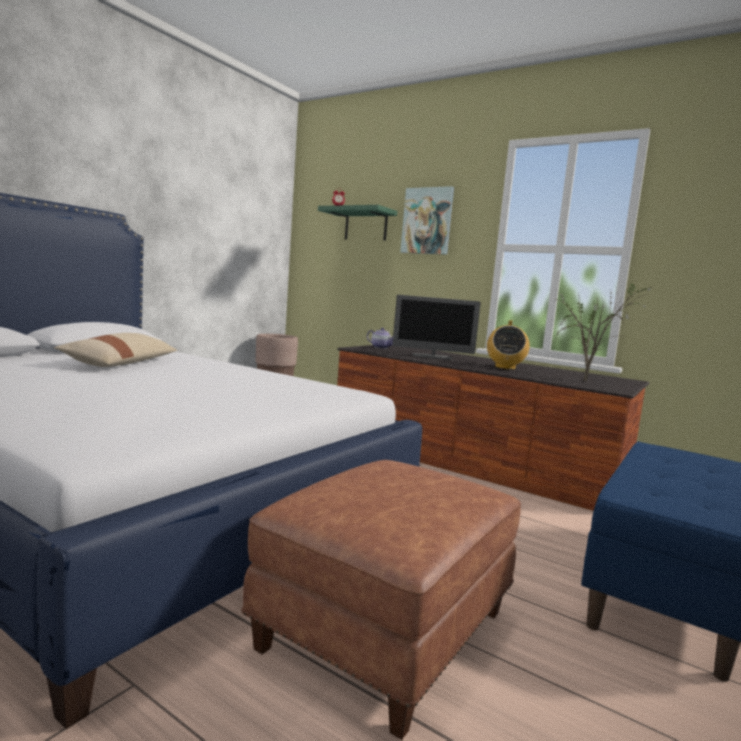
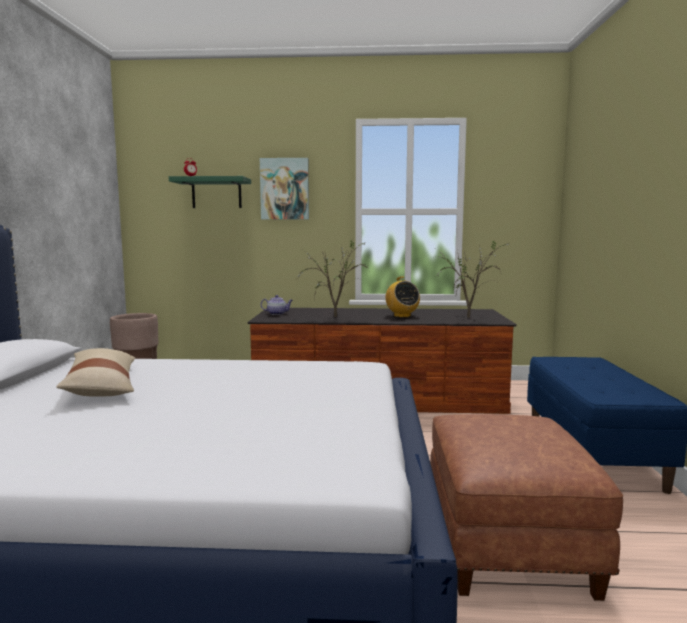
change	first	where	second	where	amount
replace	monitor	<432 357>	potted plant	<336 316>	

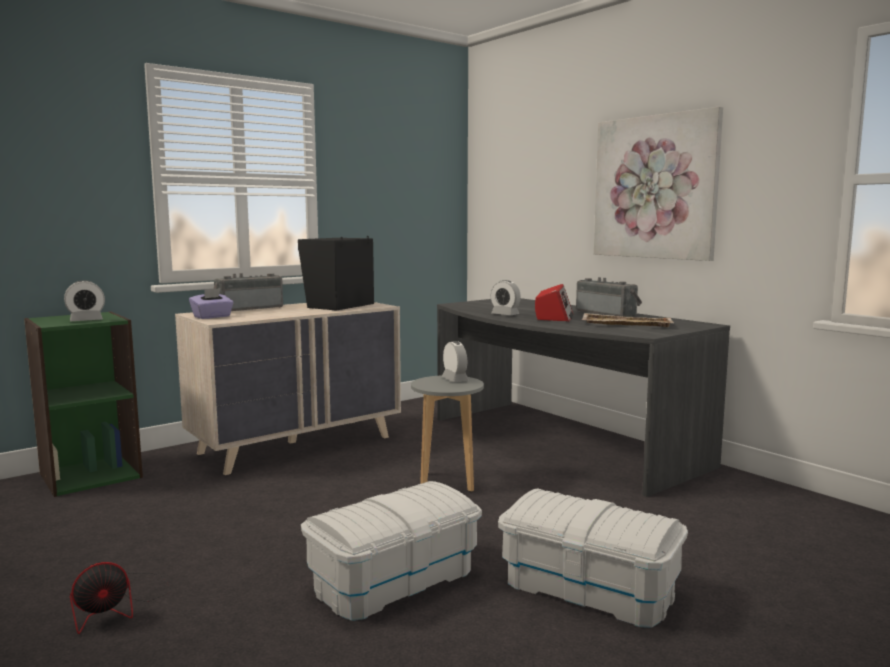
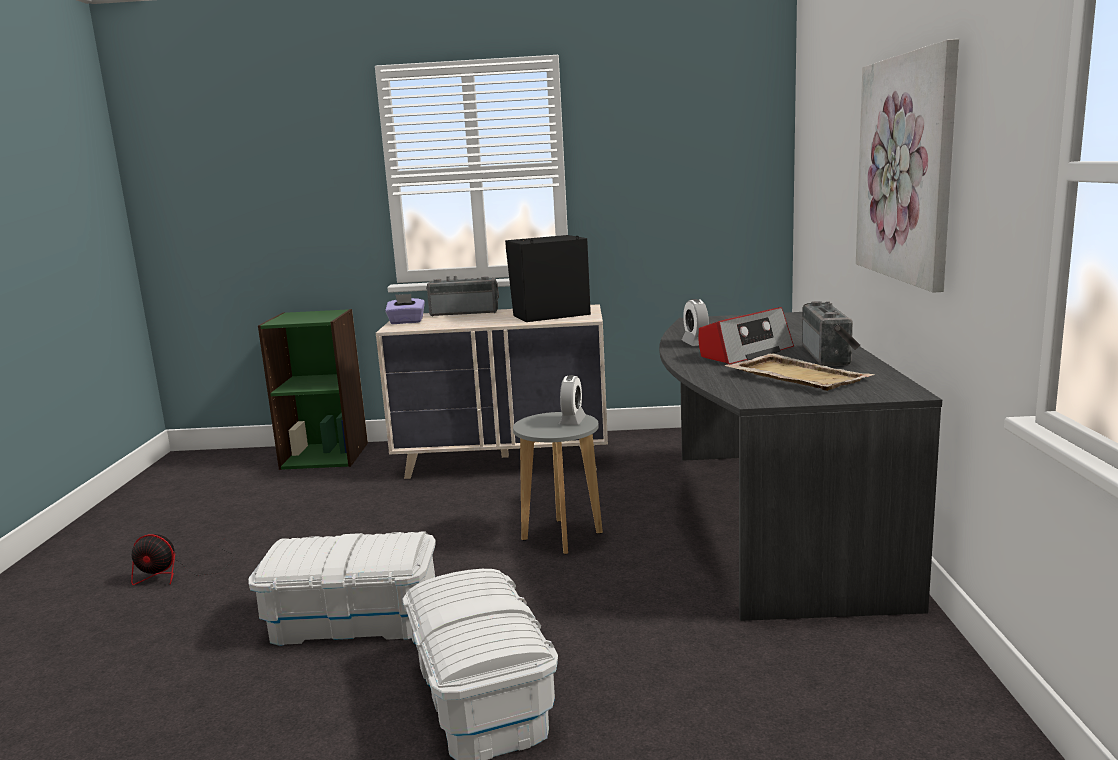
change	first	where	second	where	amount
delete	alarm clock	<86 320>			

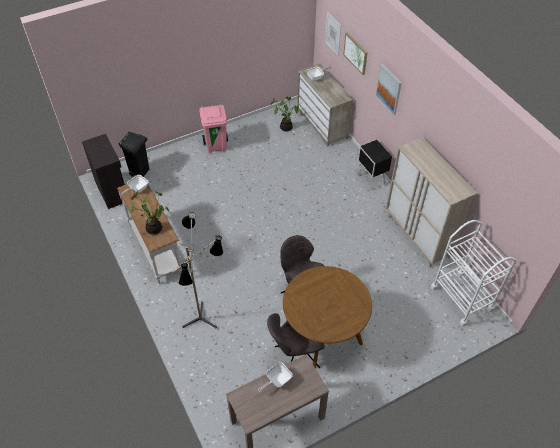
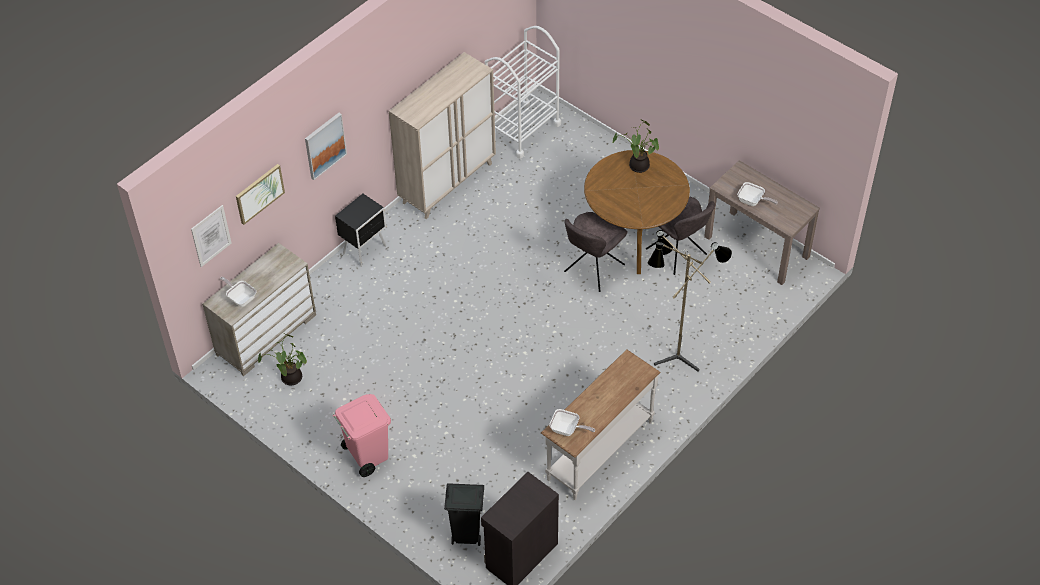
change	first	where	second	where	amount
move	potted plant	<154 227>		<637 166>	

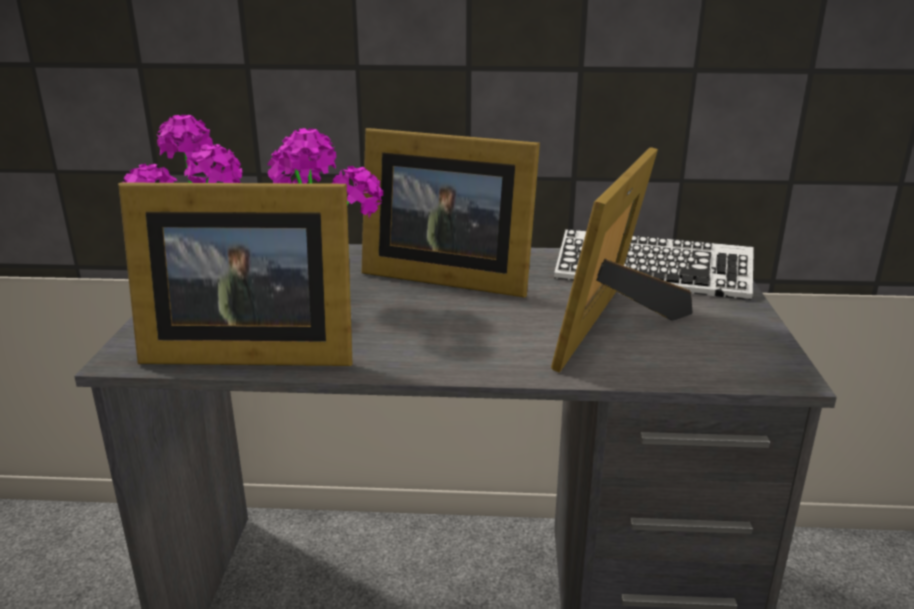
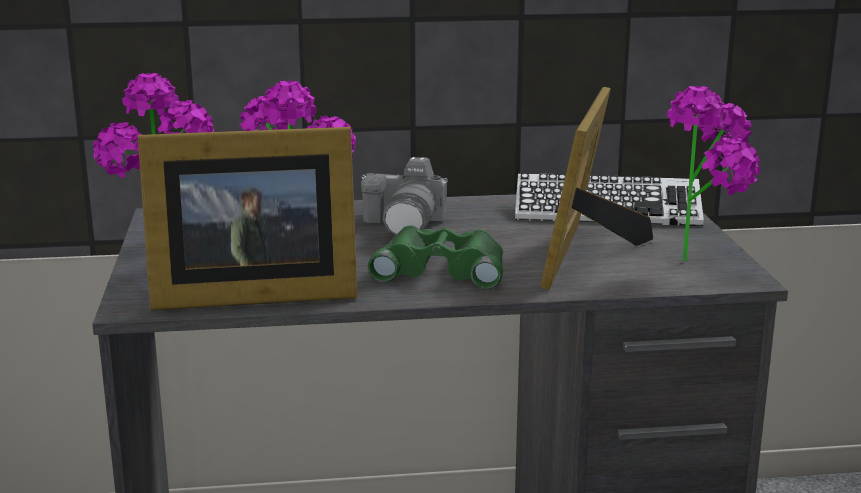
change	first	where	second	where	amount
replace	picture frame	<444 275>	photo camera	<406 223>	
insert			potted plant	<706 260>	
insert			binoculars (green)	<441 269>	

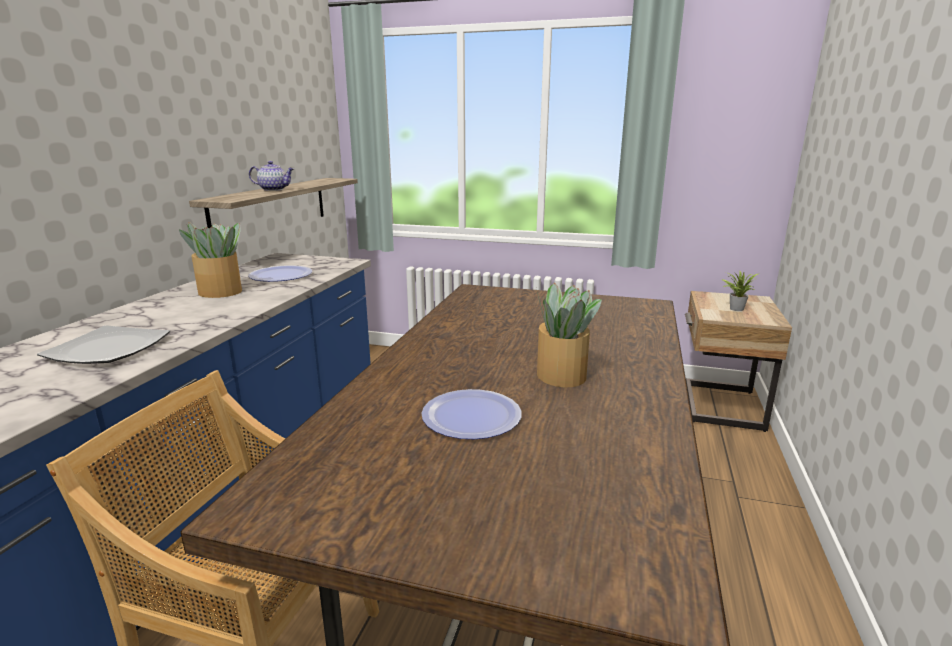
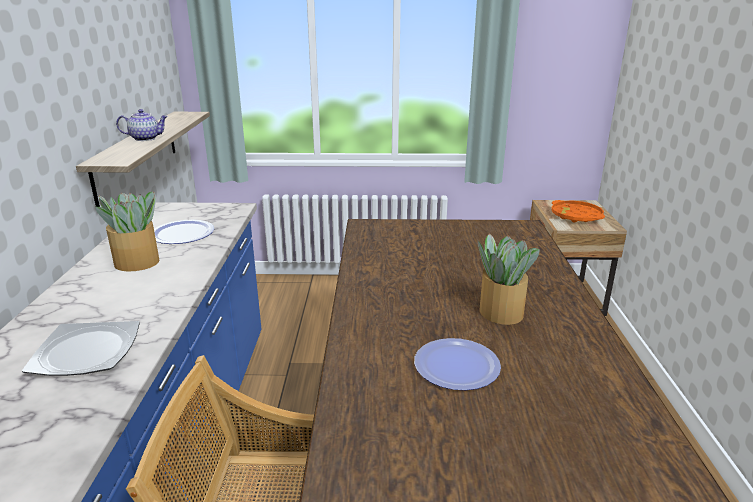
change	first	where	second	where	amount
replace	potted plant	<735 308>	tray (orange)	<576 216>	

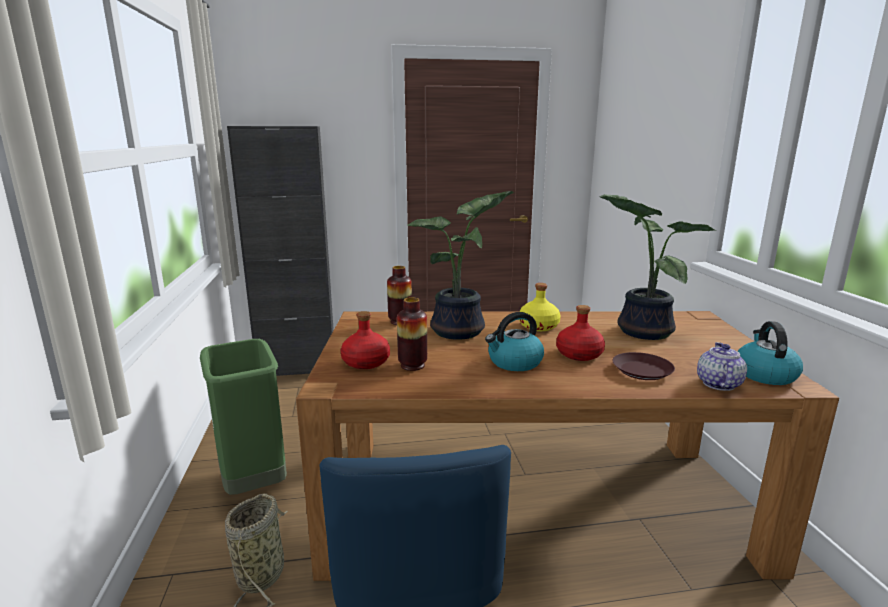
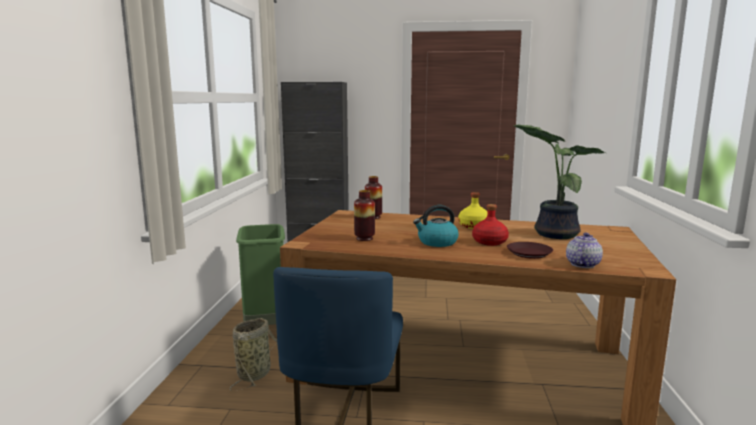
change	first	where	second	where	amount
delete	potted plant	<461 332>			
delete	bottle (red)	<366 362>			
delete	kettle	<764 374>			

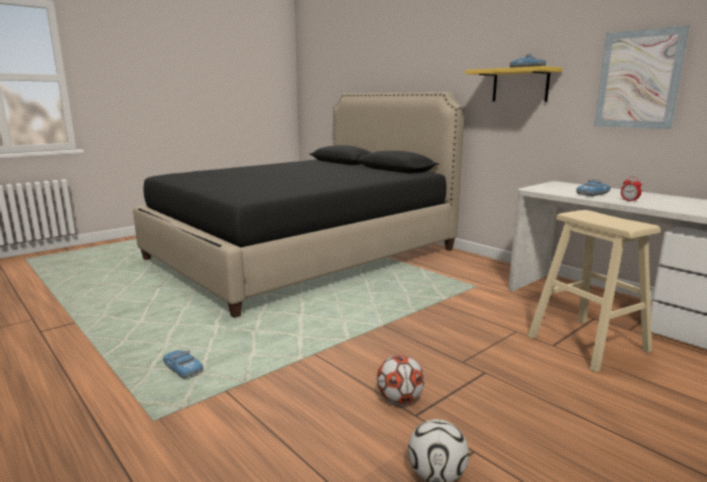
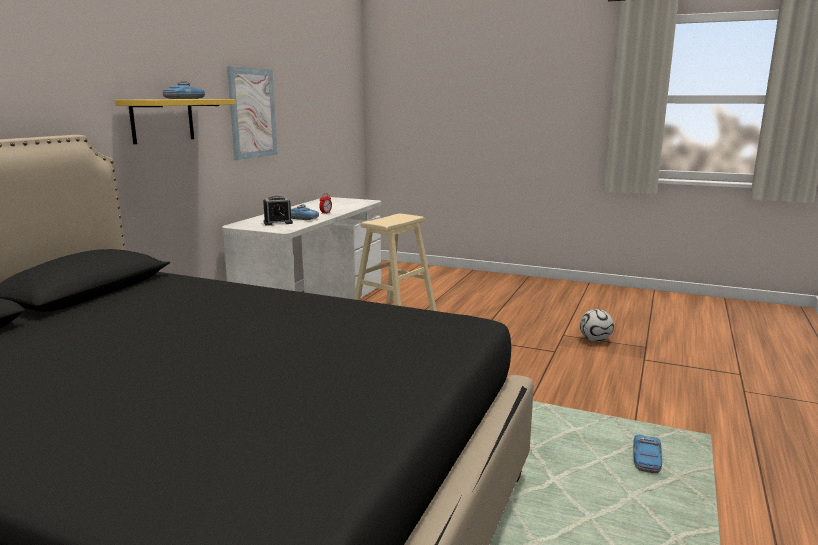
change	first	where	second	where	amount
delete	football	<399 399>			
insert			alarm clock	<278 222>	

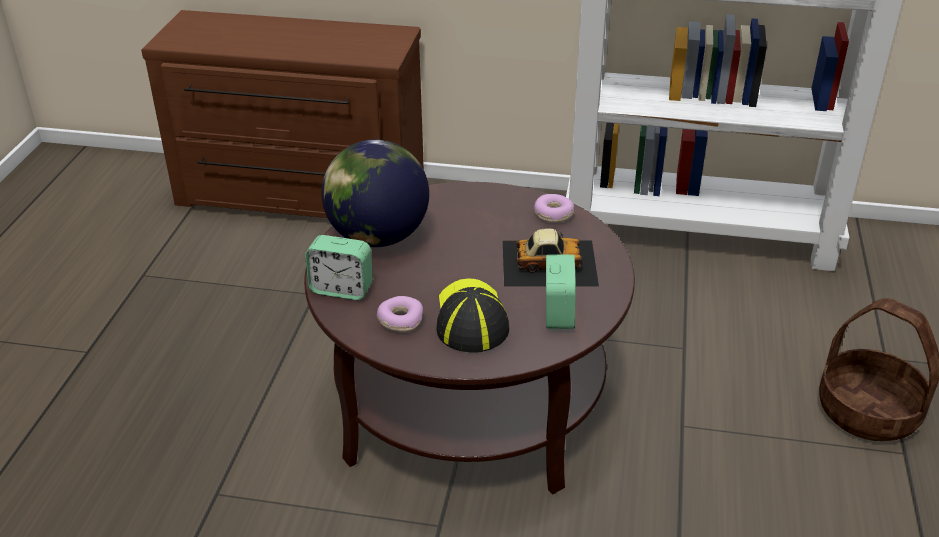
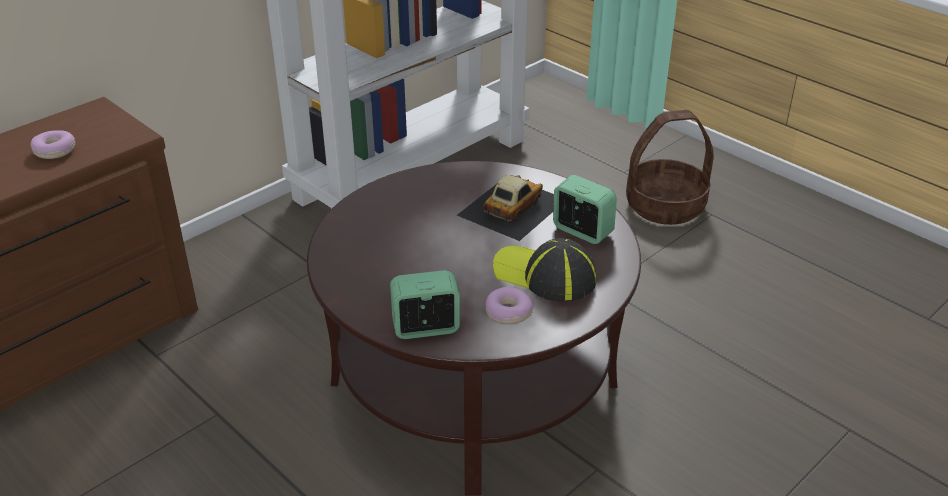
change	first	where	second	where	amount
delete	globe	<377 237>			
move	donut	<553 214>		<55 151>	
rotate	alarm clock	<341 289>		<426 328>	150 degrees counterclockwise

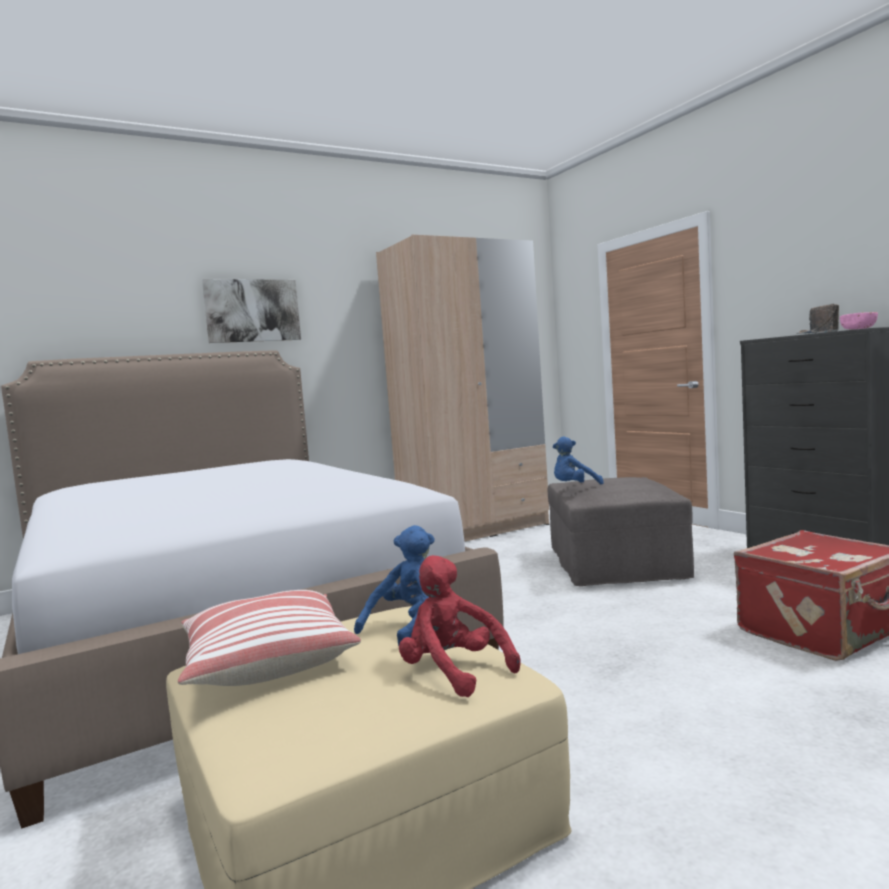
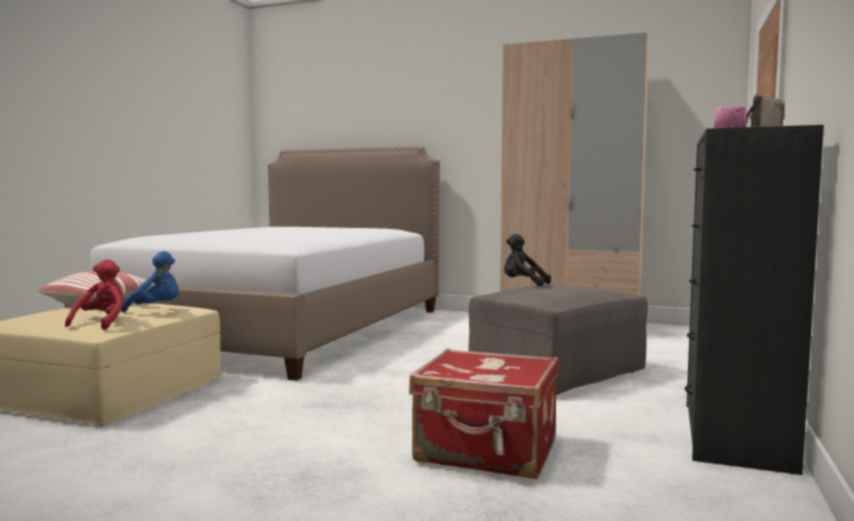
change	first	where	second	where	amount
delete	picture	<252 310>			
recolor	plush toy (blue)	<574 487>	plush toy (black)	<523 284>	

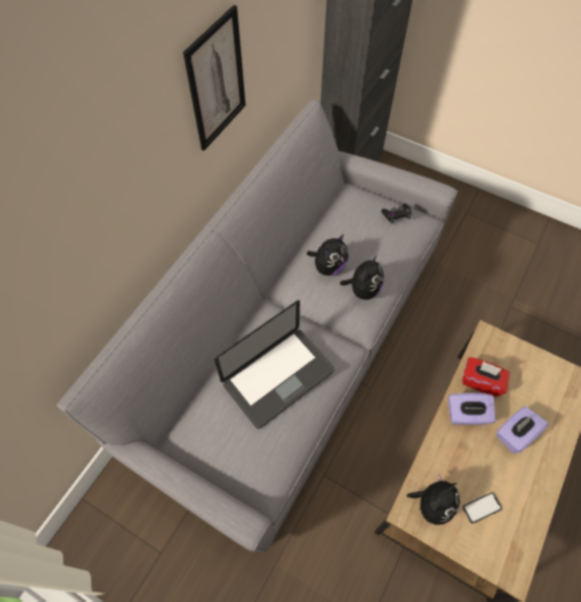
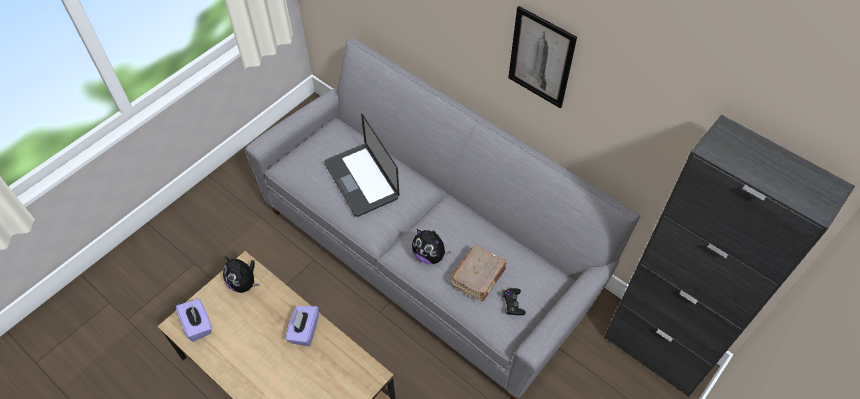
change	first	where	second	where	amount
delete	plush toy	<328 267>			
delete	tissue box (red)	<481 381>			
move	tissue box (purple)	<515 434>		<198 325>	
delete	phone	<482 507>			
insert			book (brown)	<479 277>	

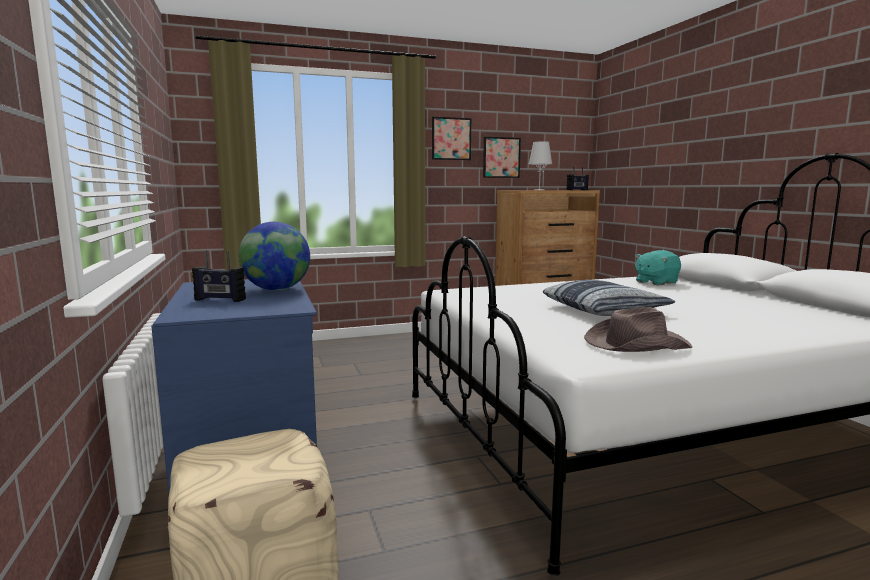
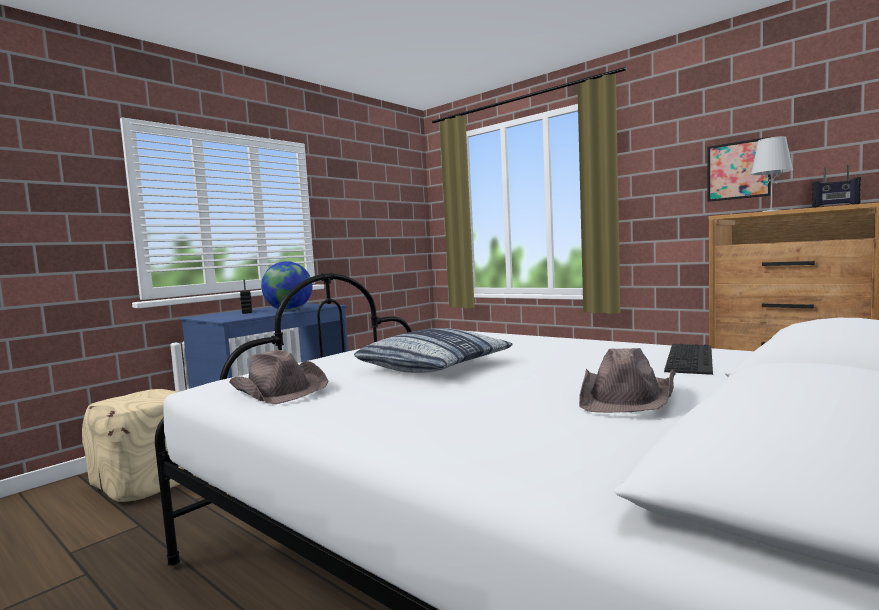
change	first	where	second	where	amount
delete	picture	<451 138>			
replace	plush toy (turquoise)	<655 282>	keyboard	<692 358>	
insert			hat (brown)	<628 396>	

